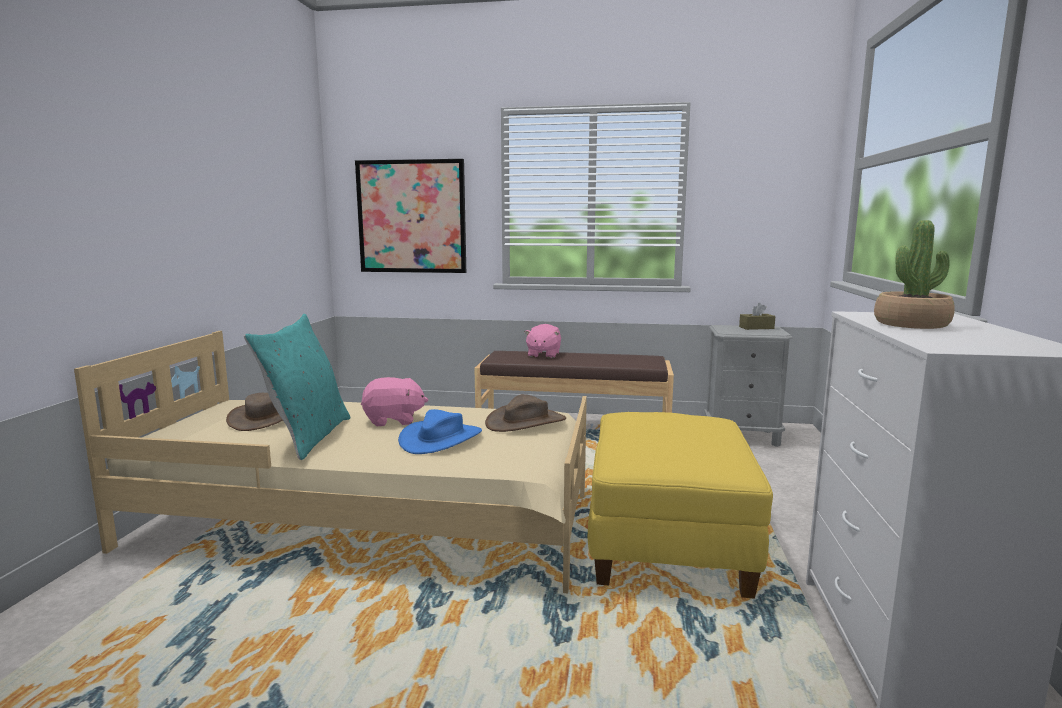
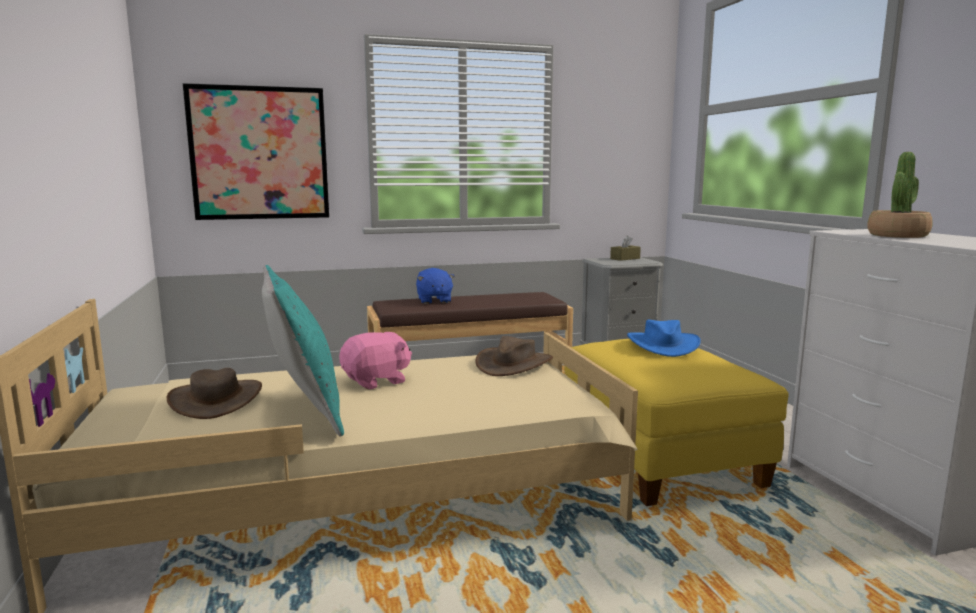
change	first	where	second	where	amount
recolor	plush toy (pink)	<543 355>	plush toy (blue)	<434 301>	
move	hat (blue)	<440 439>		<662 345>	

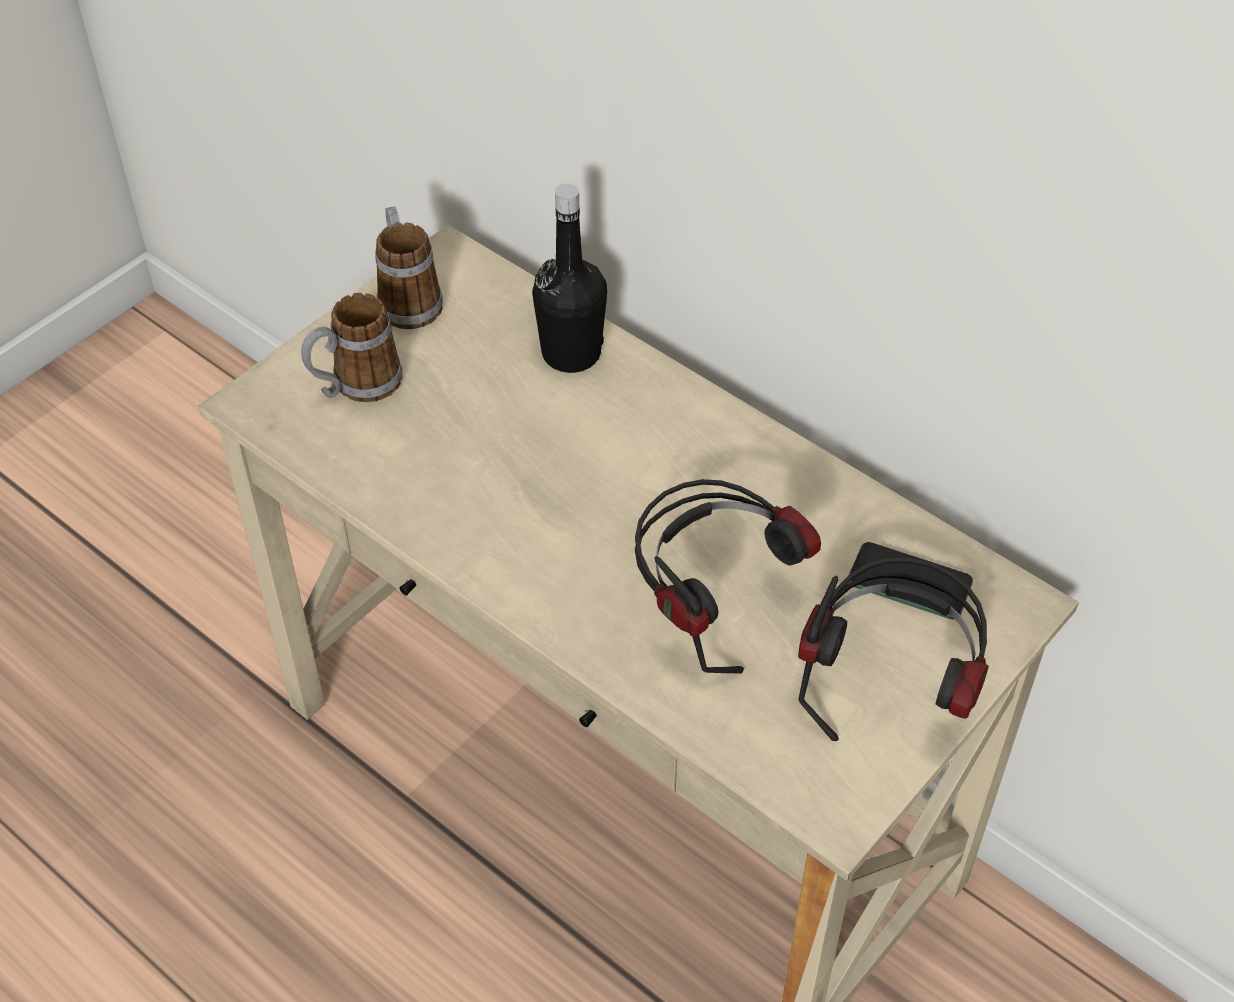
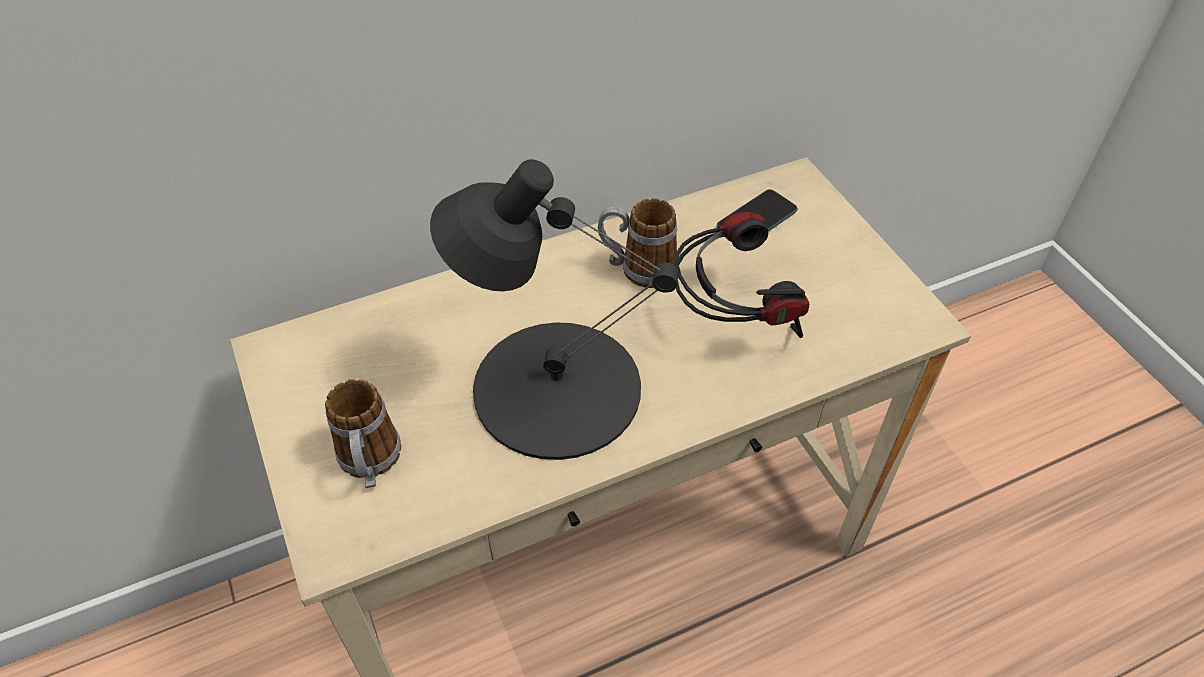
change	first	where	second	where	amount
delete	bottle (black)	<571 353>			
move	mug	<407 299>		<637 268>	
delete	headphones	<890 690>			
insert			table lamp (black)	<554 387>	

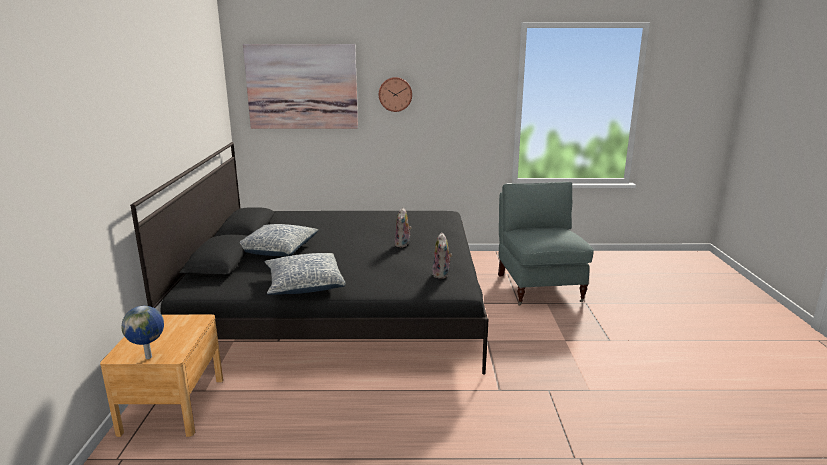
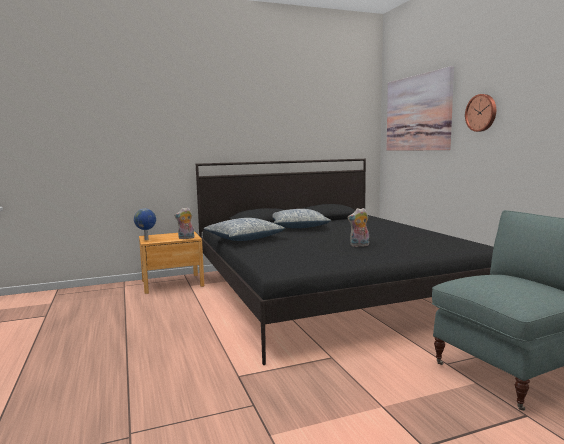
change	first	where	second	where	amount
move	plush toy	<442 274>		<186 238>	

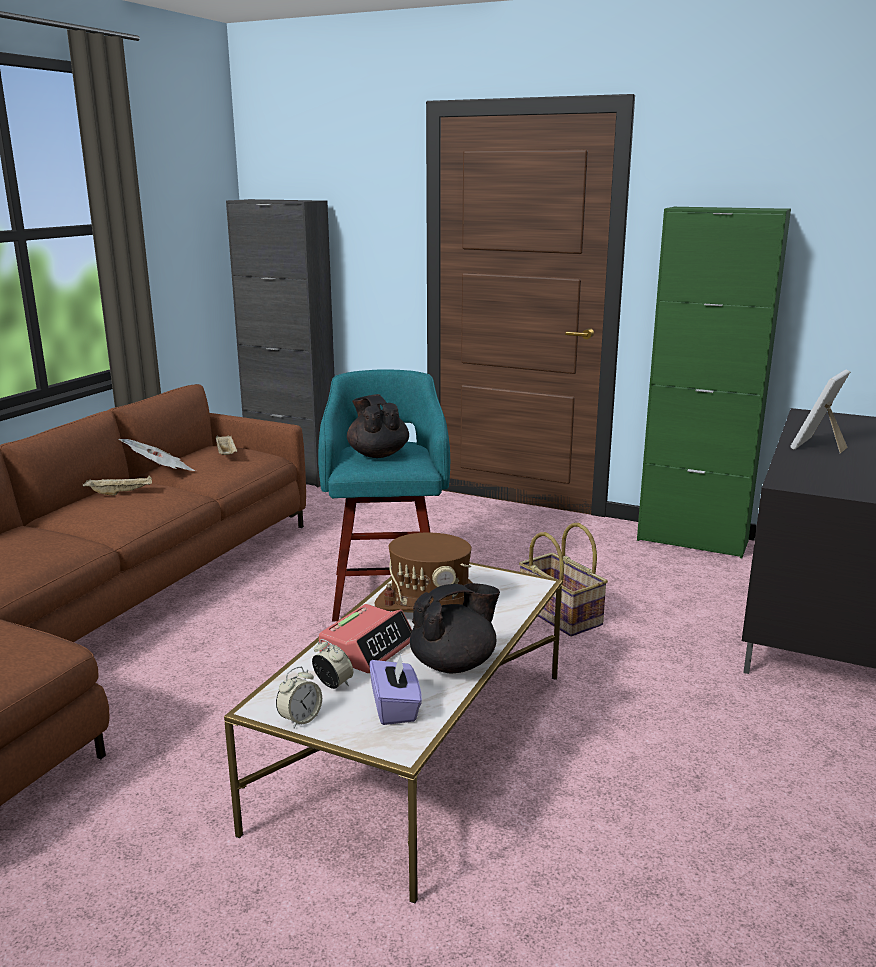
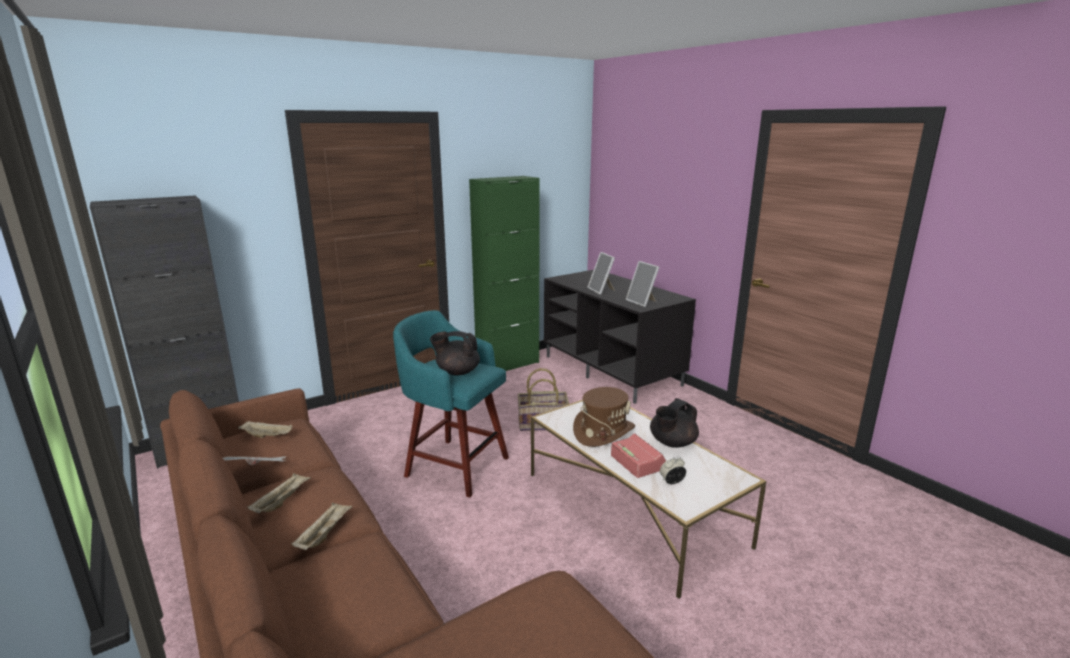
change	first	where	second	where	amount
rotate	teapot (black)	<454 664>		<672 443>	135 degrees counterclockwise
delete	tissue box (purple)	<395 708>			
delete	alarm clock	<300 719>			
insert			picture frame	<642 302>	
insert			tray (beige)	<324 534>	

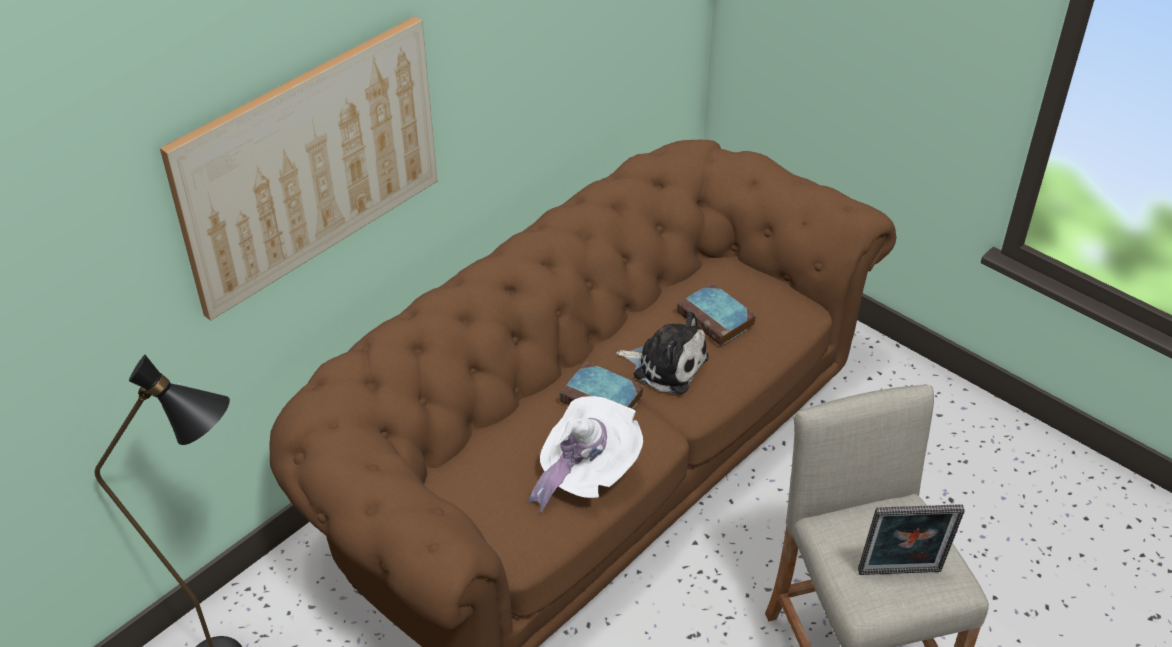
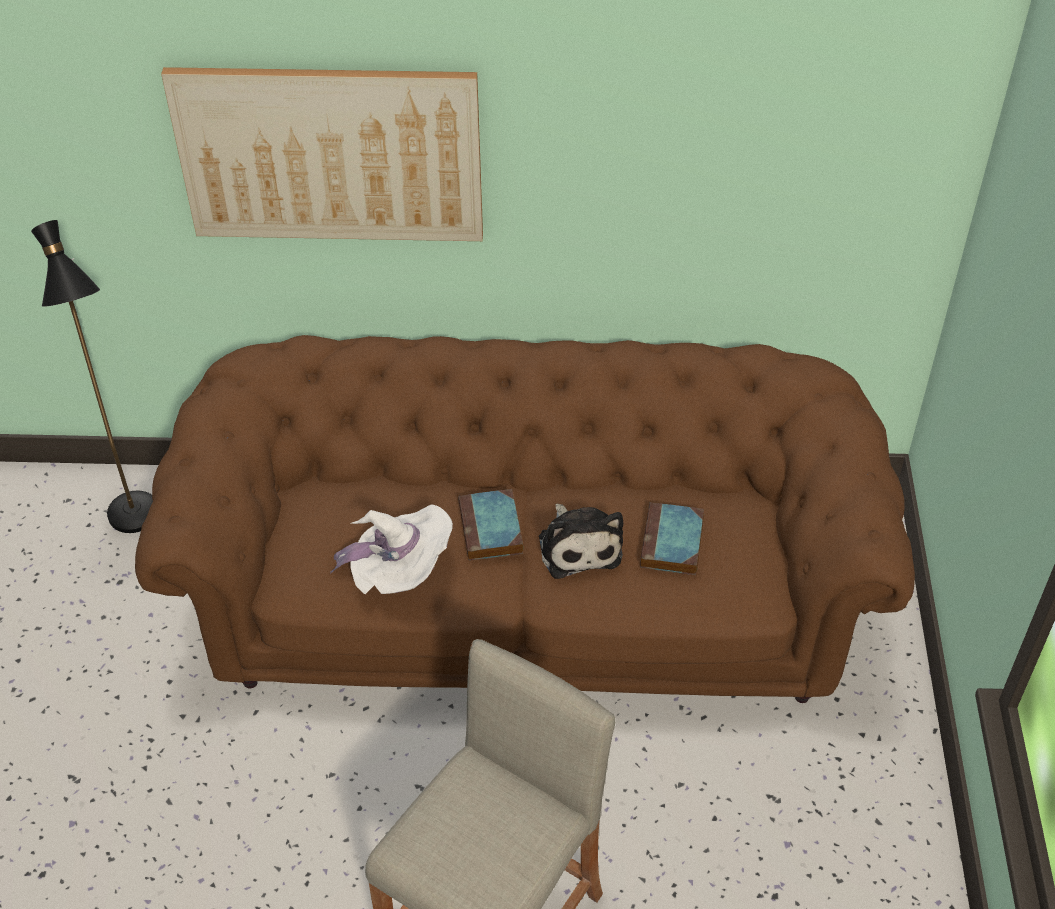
change	first	where	second	where	amount
delete	picture frame	<900 575>			

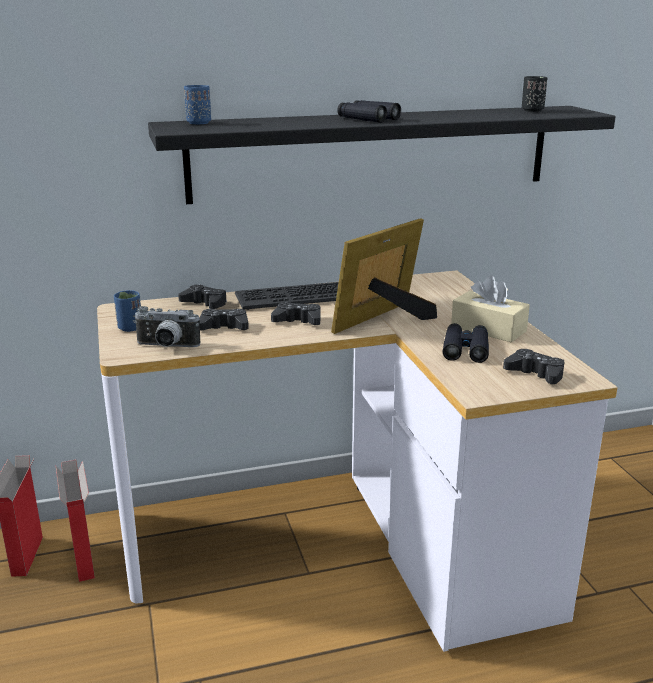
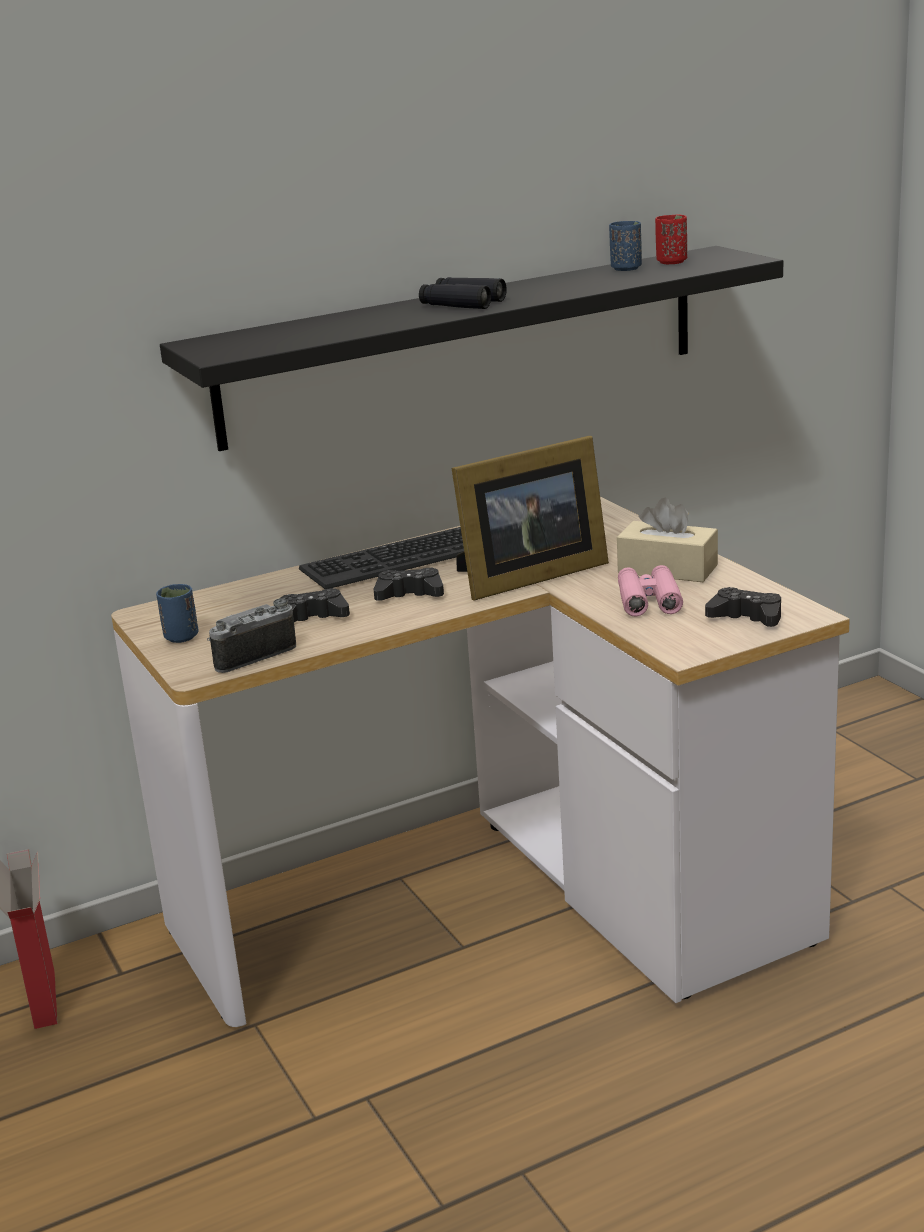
change	first	where	second	where	amount
recolor	cup (black)	<532 110>	cup (red)	<671 262>	
move	cup (blue)	<199 123>		<626 268>	
rotate	picture frame	<384 320>		<526 576>	150 degrees counterclockwise
delete	game controller (black)	<205 303>			
rotate	photo camera	<166 347>		<250 654>	150 degrees clockwise
recolor	binoculars (black)	<465 350>	binoculars (pink)	<648 600>	
delete	cardboard box	<84 561>			

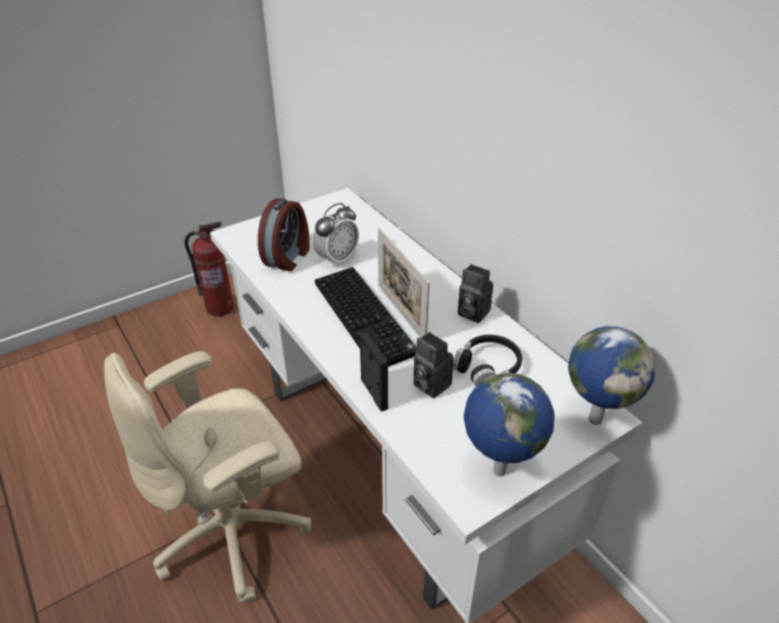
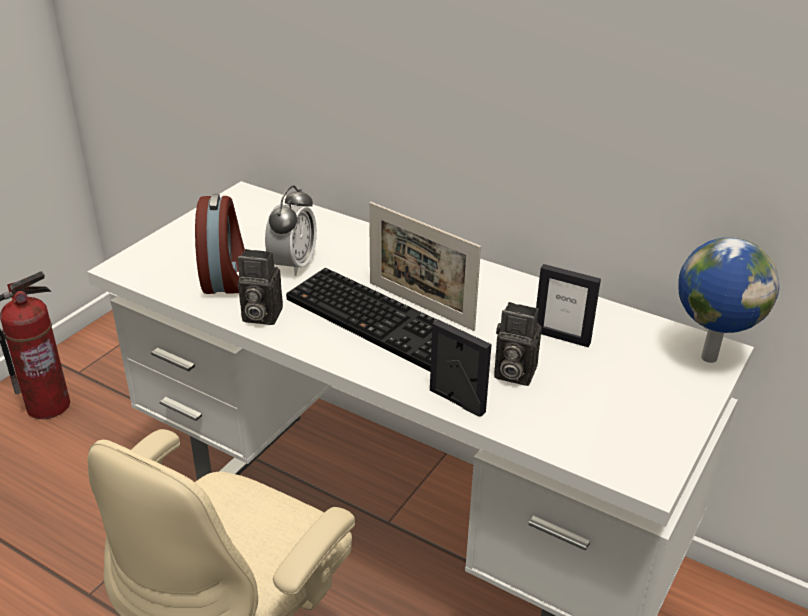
change	first	where	second	where	amount
move	photo camera	<471 313>		<259 315>	
replace	headphones (black)	<487 367>	picture frame	<561 337>	
delete	globe	<497 471>			

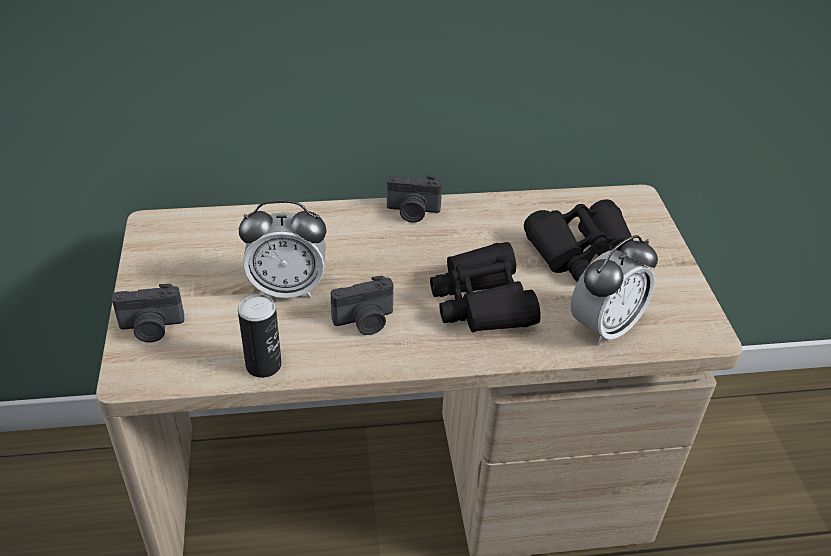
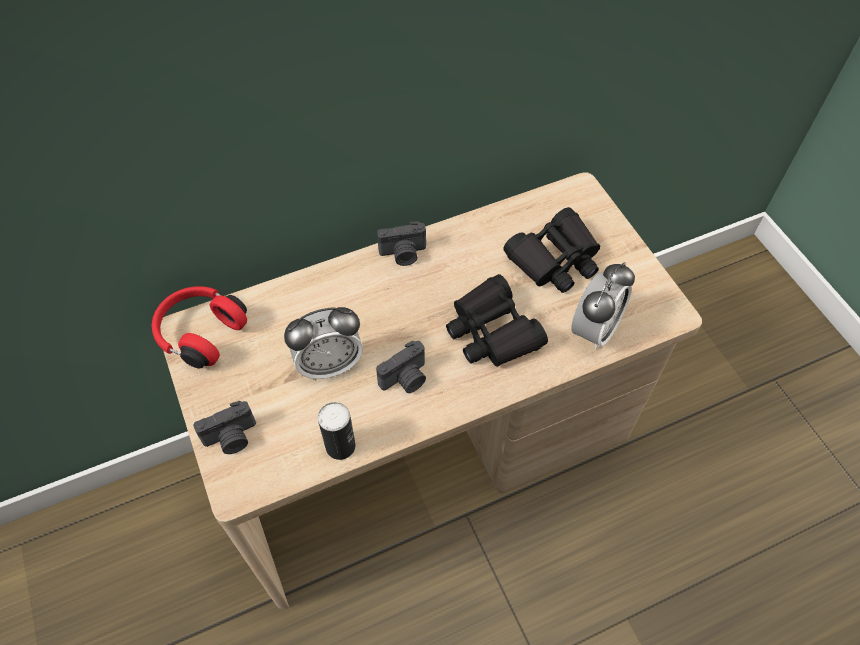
change	first	where	second	where	amount
insert			headphones (red)	<200 333>	

